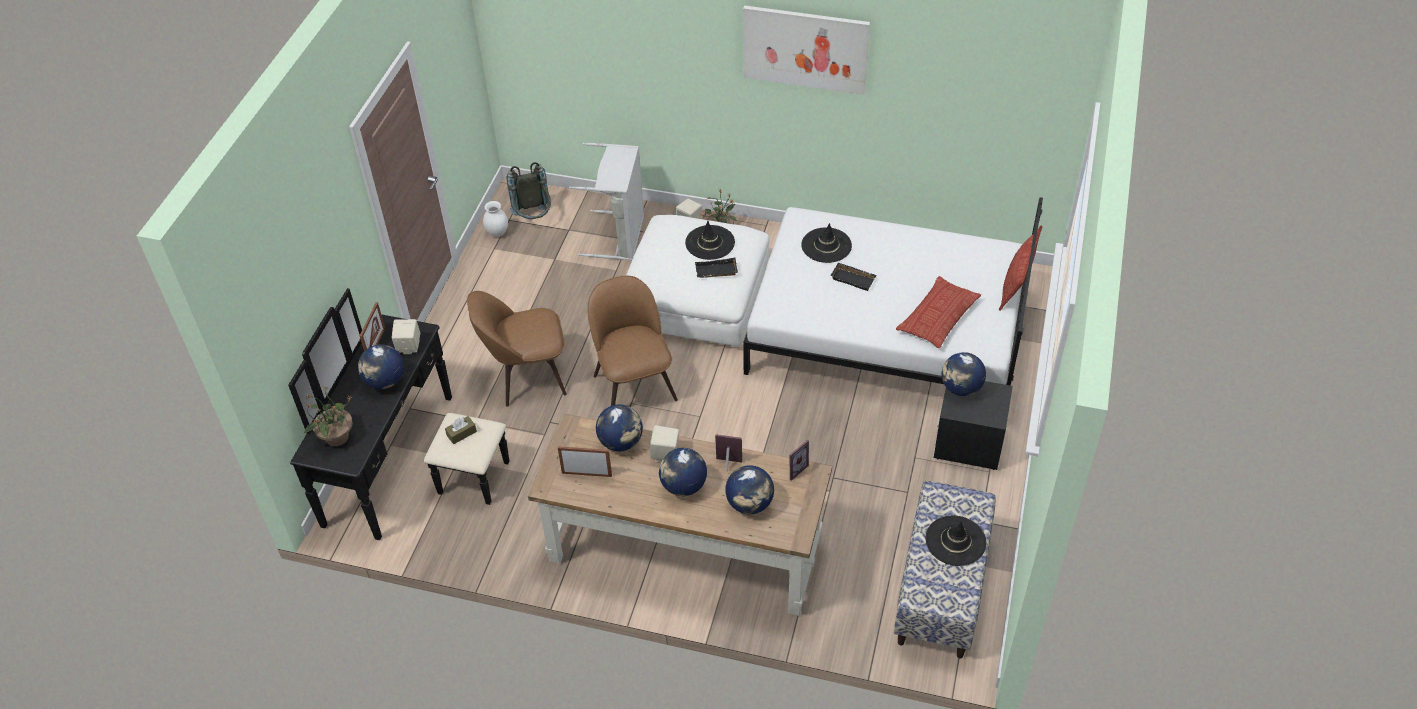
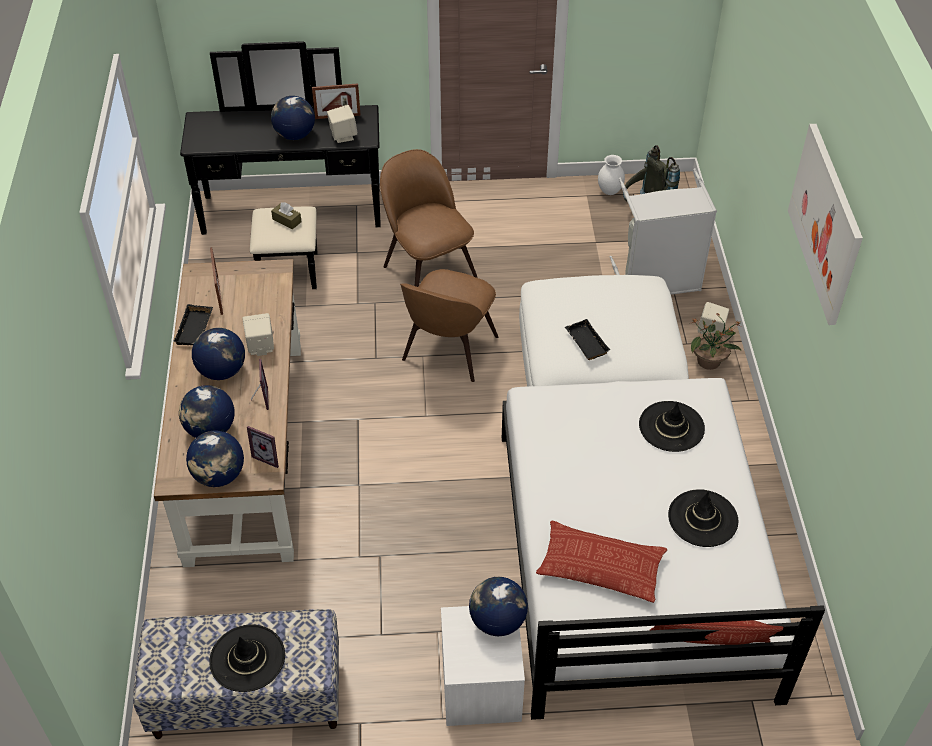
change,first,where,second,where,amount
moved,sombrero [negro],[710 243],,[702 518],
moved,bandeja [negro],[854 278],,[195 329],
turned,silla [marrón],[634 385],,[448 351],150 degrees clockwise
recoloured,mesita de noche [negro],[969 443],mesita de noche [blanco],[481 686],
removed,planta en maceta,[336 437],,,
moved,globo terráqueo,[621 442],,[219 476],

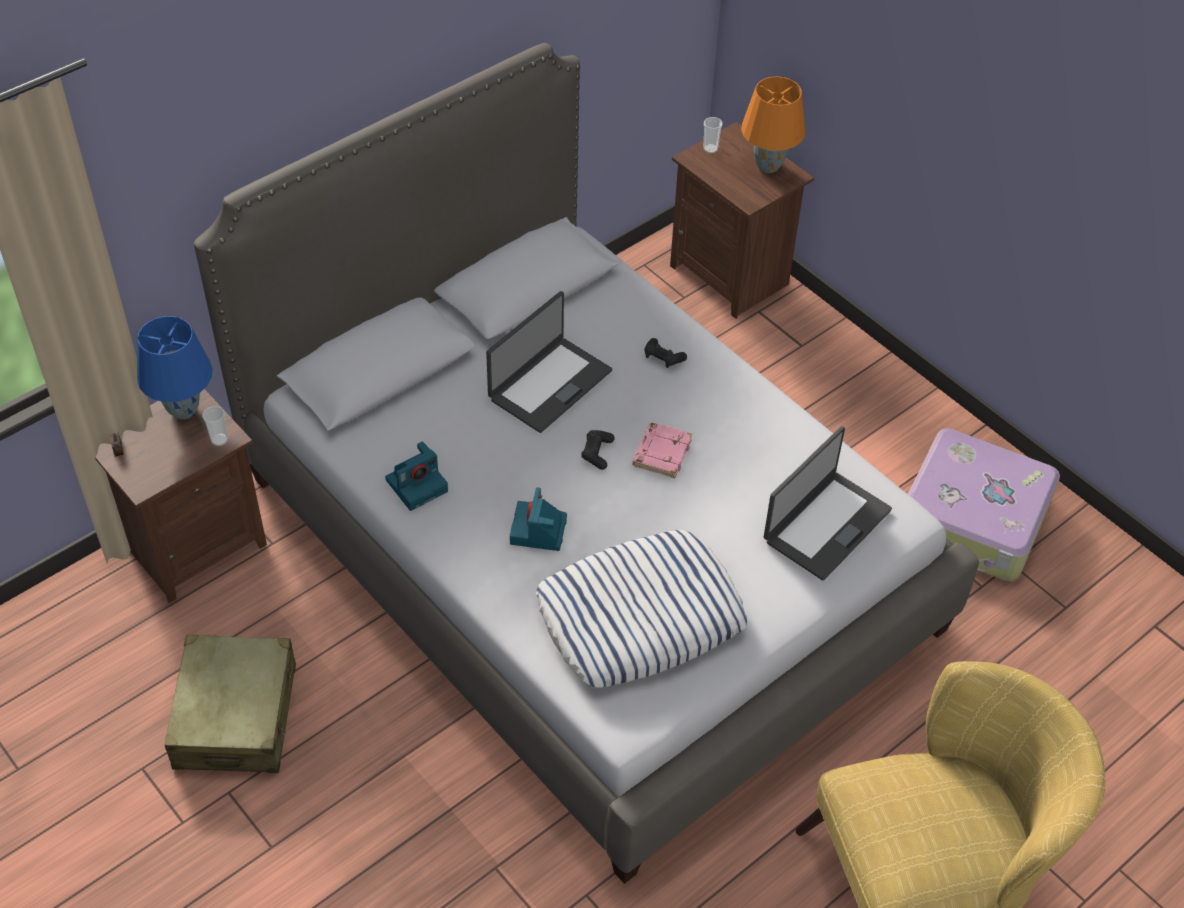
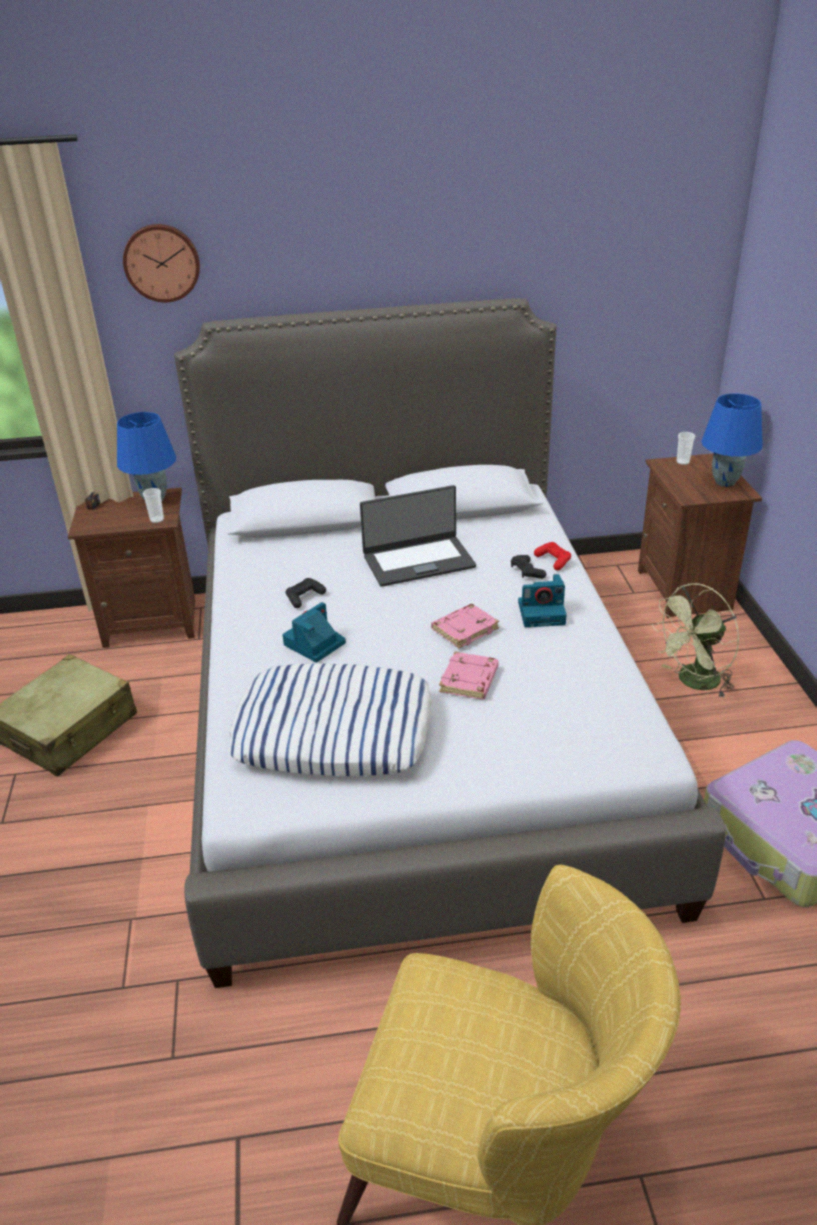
change,first,where,second,where,amount
recoloured,lámpara de mesa [naranja],[767 167],lámpara de mesa [azul],[724 482],
removed,portátil,[825 524],,,
moved,mando de consola [negro],[597 453],,[304 597],
moved,cámara,[417 484],,[542 613],
added,,,reloj de pared,[162 262],
added,,,mando de consola [rojo],[553 560],
added,,,ventilador [verde],[693 683],
added,,,libro [rosa],[469 680],

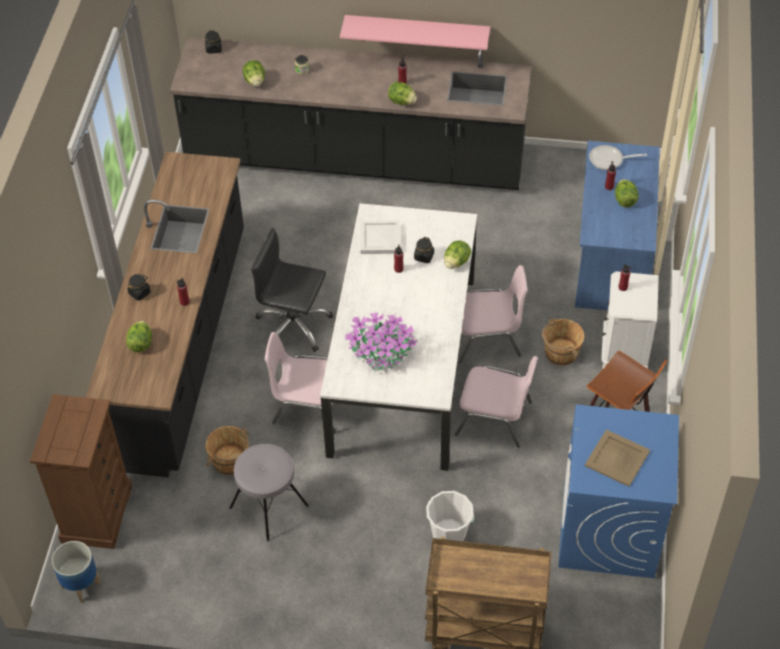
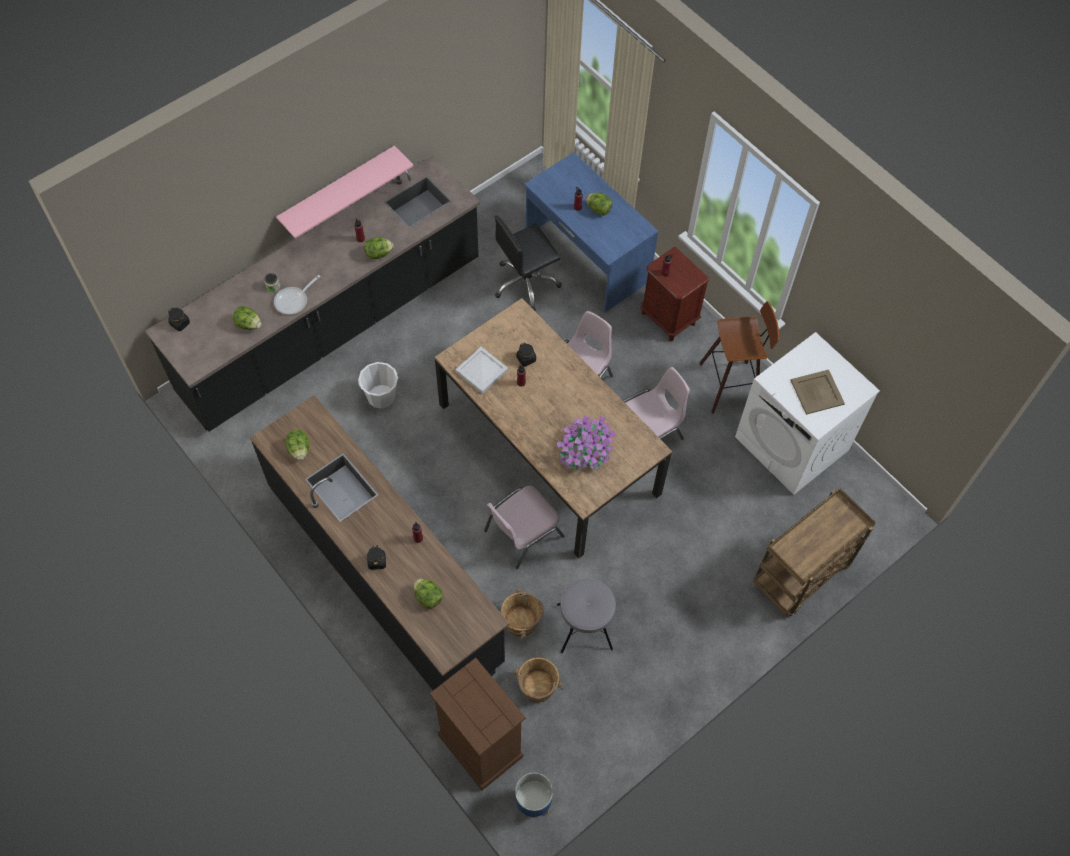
change,first,where,second,where,amount
moved,sartén,[609 160],,[294 300],
recoloured,mesa de comedor [blanco],[402 364],mesa de comedor [marrón],[547 448],
moved,silla de oficina [negro],[293 326],,[526 283],
moved,lechuga,[456 262],,[299 449],
recoloured,mesita de noche [blanco],[624 352],mesita de noche [marrón],[668 318],
moved,cubo [marrón],[560 352],,[537 687],
recoloured,lavadora [azul],[608 530],lavadora [blanco],[792 444],
moved,cubo [blanco],[449 533],,[381 396],

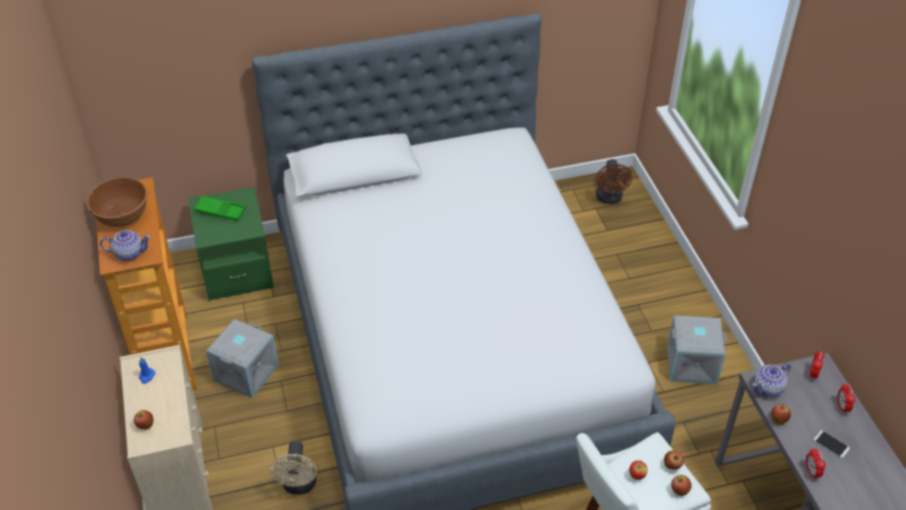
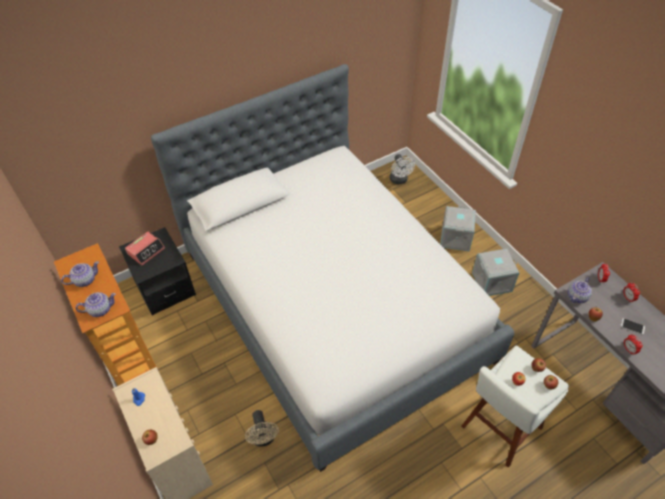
change,first,where,second,where,amount
recoloured,ventilador [marrón],[609 199],ventilador [blanco],[399 180],
replaced,cuenco [marrón],[122 216],tetera,[84 280],
recoloured,mesita de noche [verde],[237 269],mesita de noche [negro],[164 287],
replaced,bandeja [verde],[220 211],despertador,[146 251],
moved,caja de almacenaje [gris],[245 372],,[455 238],

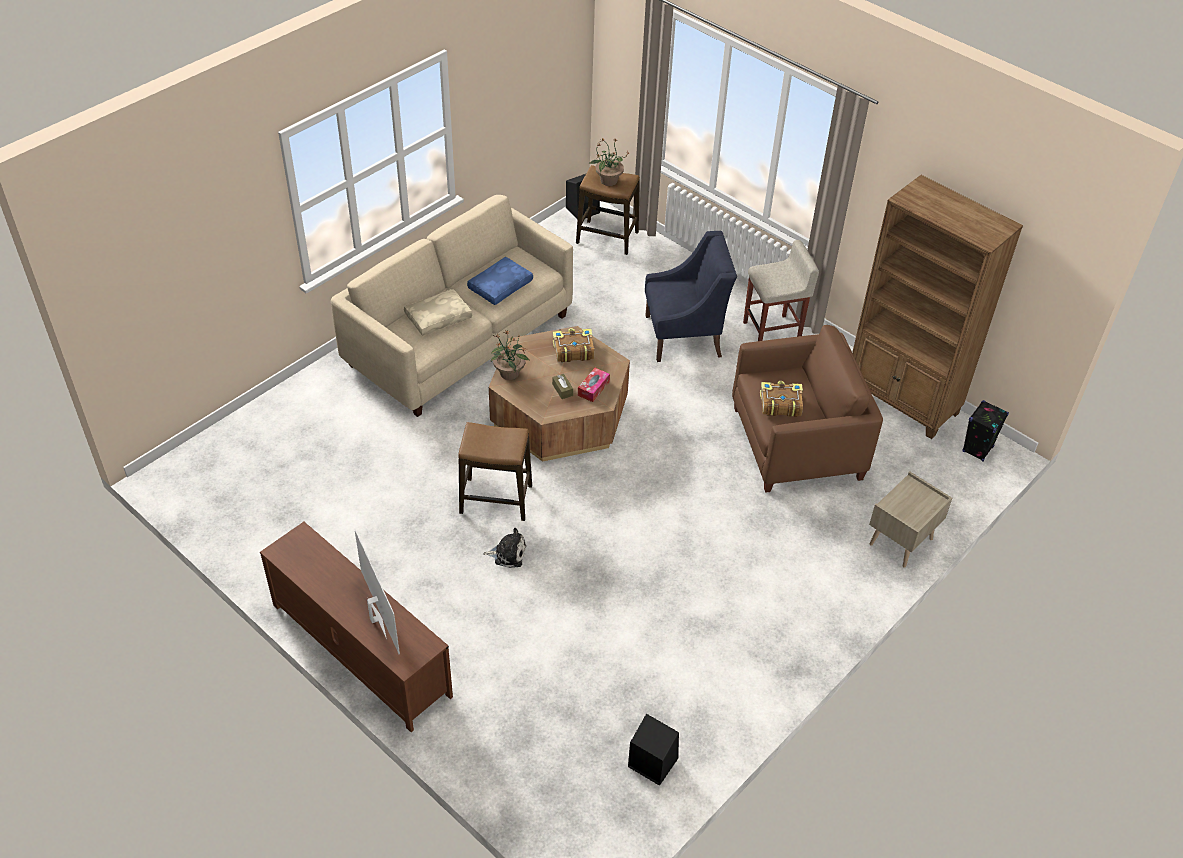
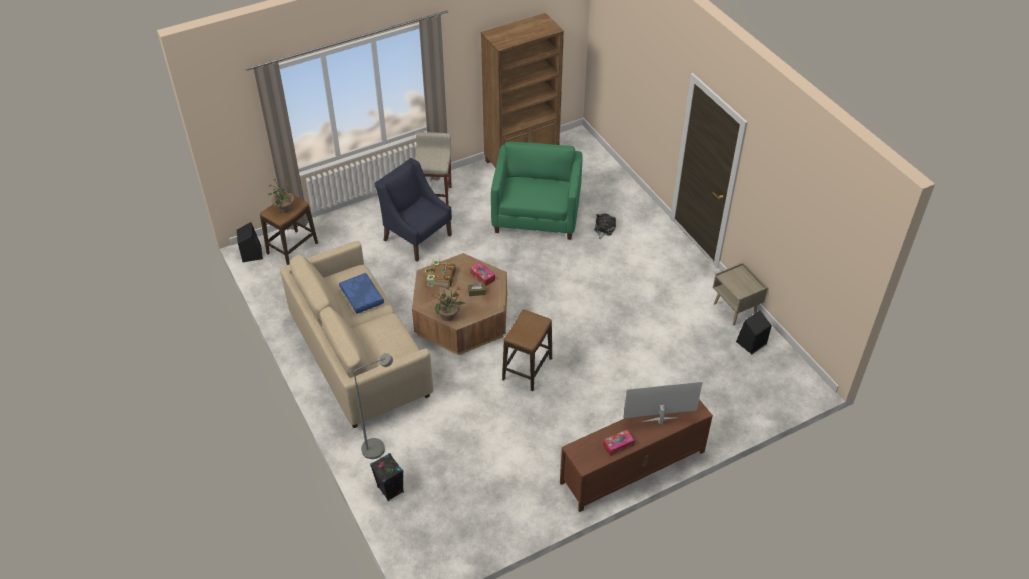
change,first,where,second,where,amount
turned,sillón [azul],[684 336],,[417 237],60 degrees counterclockwise
removed,cojín [beis],[438 317],,,
recoloured,sillón [marrón],[796 443],sillón [verde],[536 214],
removed,libro,[780 404],,,
moved,altavoz [negro],[977 449],,[390 490],
moved,mesita de noche [beis],[901 542],,[735 309],
moved,peluche,[508 554],,[604 229],
added,,,lámpara de pie [gris],[379 447],
added,,,caja de pañuelos,[618 445],

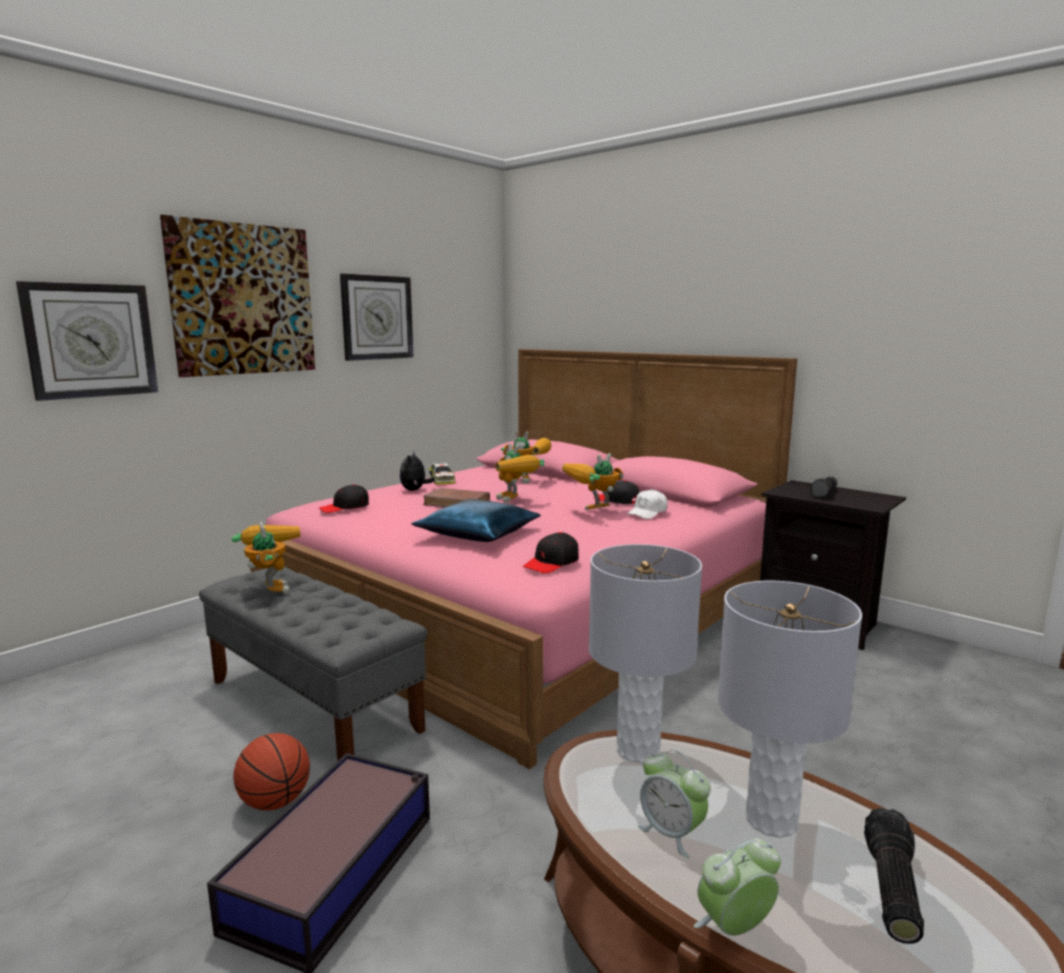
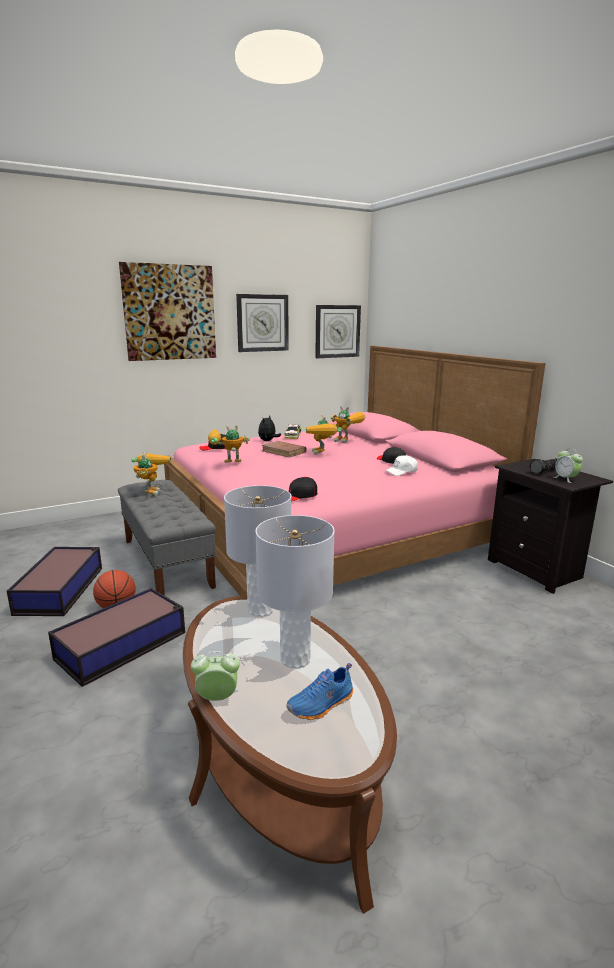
change,first,where,second,where,amount
moved,reloj de pared,[91 340],,[337 331],
moved,robot de juguete,[592 513],,[226 464],
removed,cojín [azul],[479 534],,,
moved,despertador,[671 833],,[565 479],
replaced,linterna,[889 888],zapato [azul],[321 705],
added,,,caja de almacenaje,[61 589],

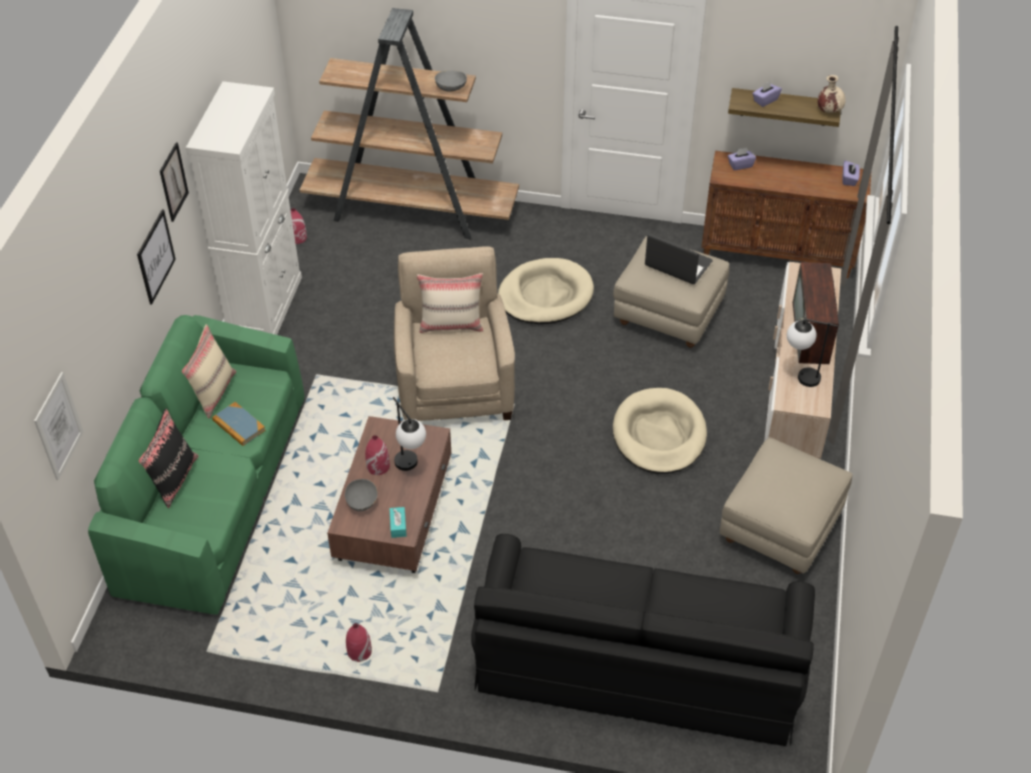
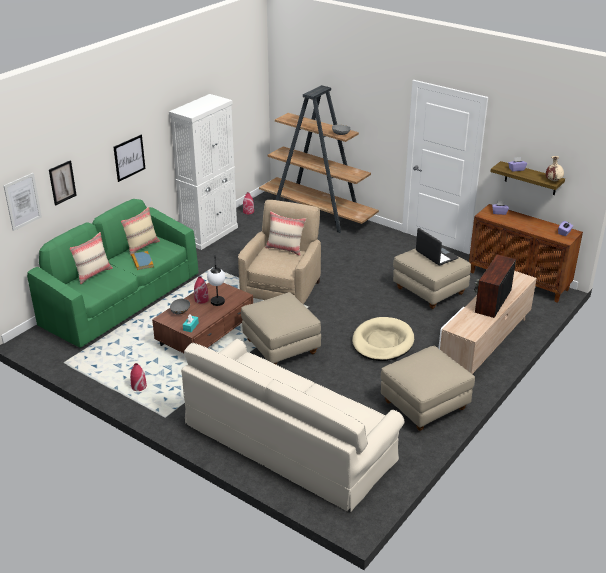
change,first,where,second,where,amount
moved,cuadro,[173 182],,[62 182],
removed,cama para perro [beis],[545 295],,,
removed,lámpara de mesa,[799 376],,,
recoloured,cojín [negro],[173 479],cojín [beis],[93 274],
recoloured,sofá [negro],[638 661],sofá [beis],[289 441],
added,,,puf [beis],[280 347],

